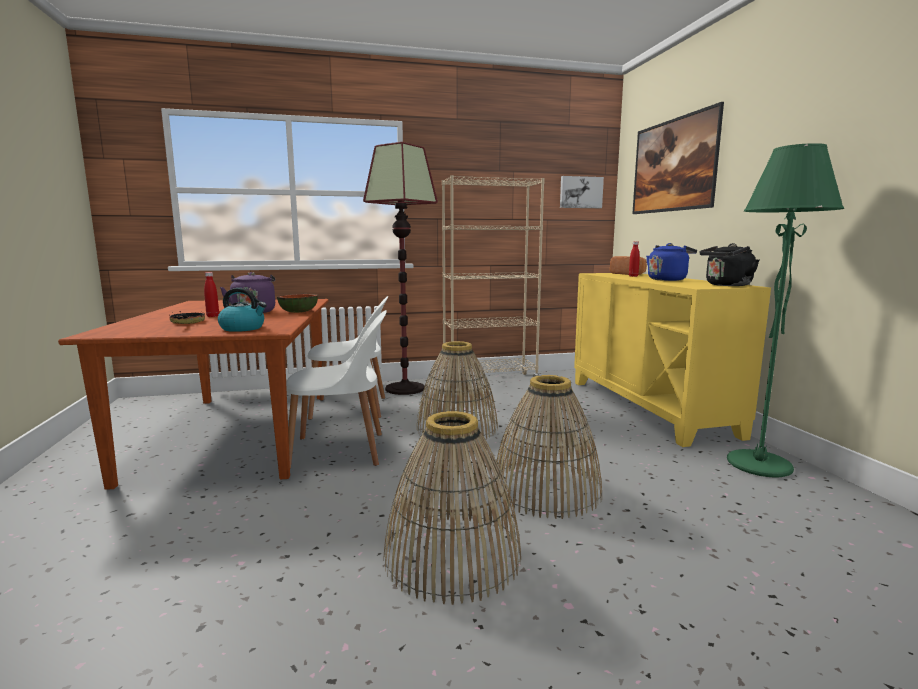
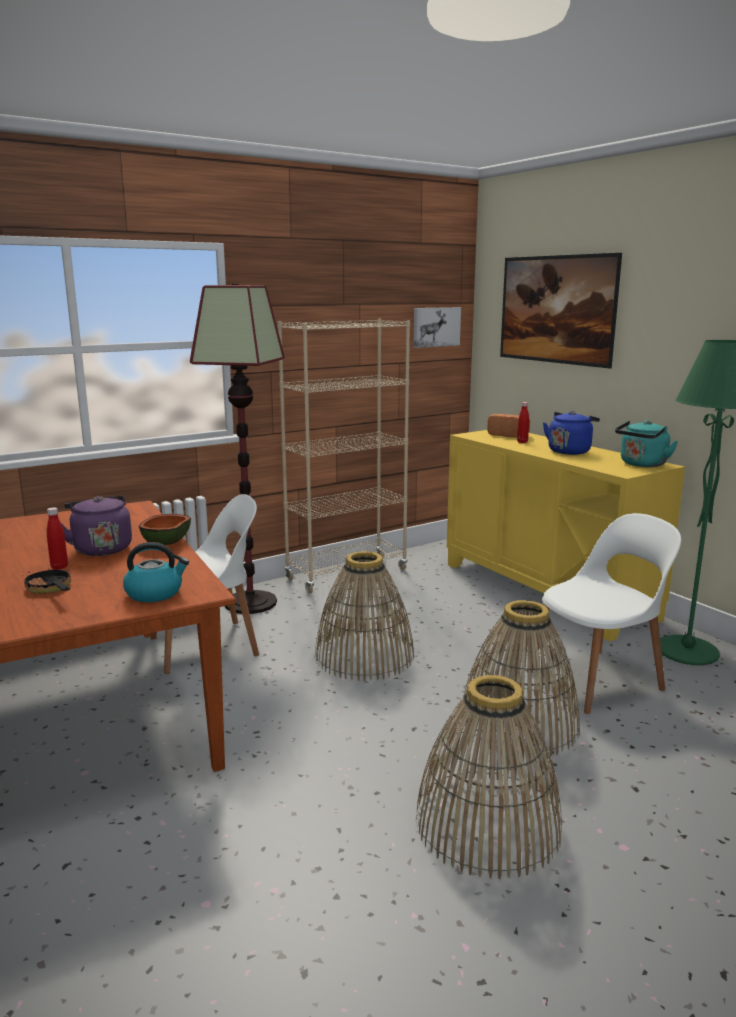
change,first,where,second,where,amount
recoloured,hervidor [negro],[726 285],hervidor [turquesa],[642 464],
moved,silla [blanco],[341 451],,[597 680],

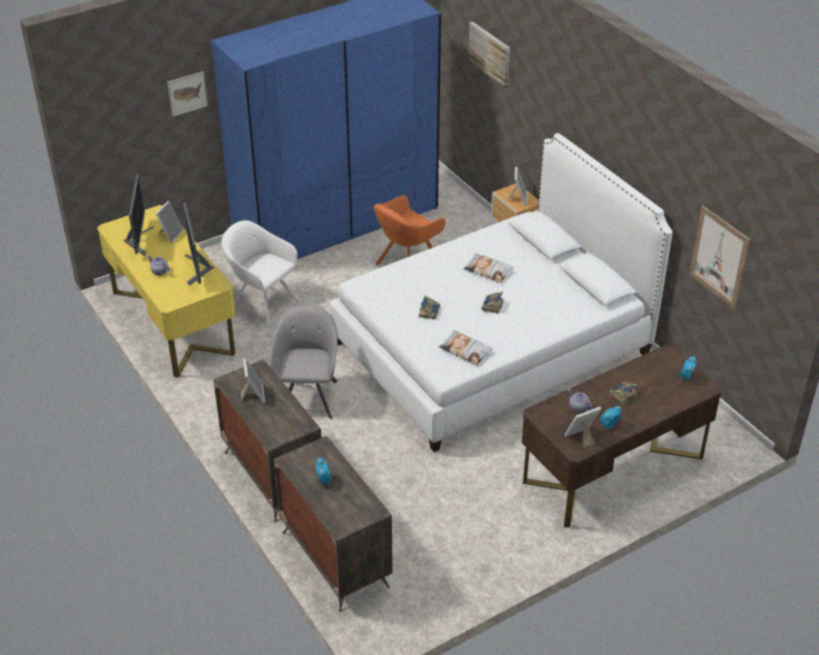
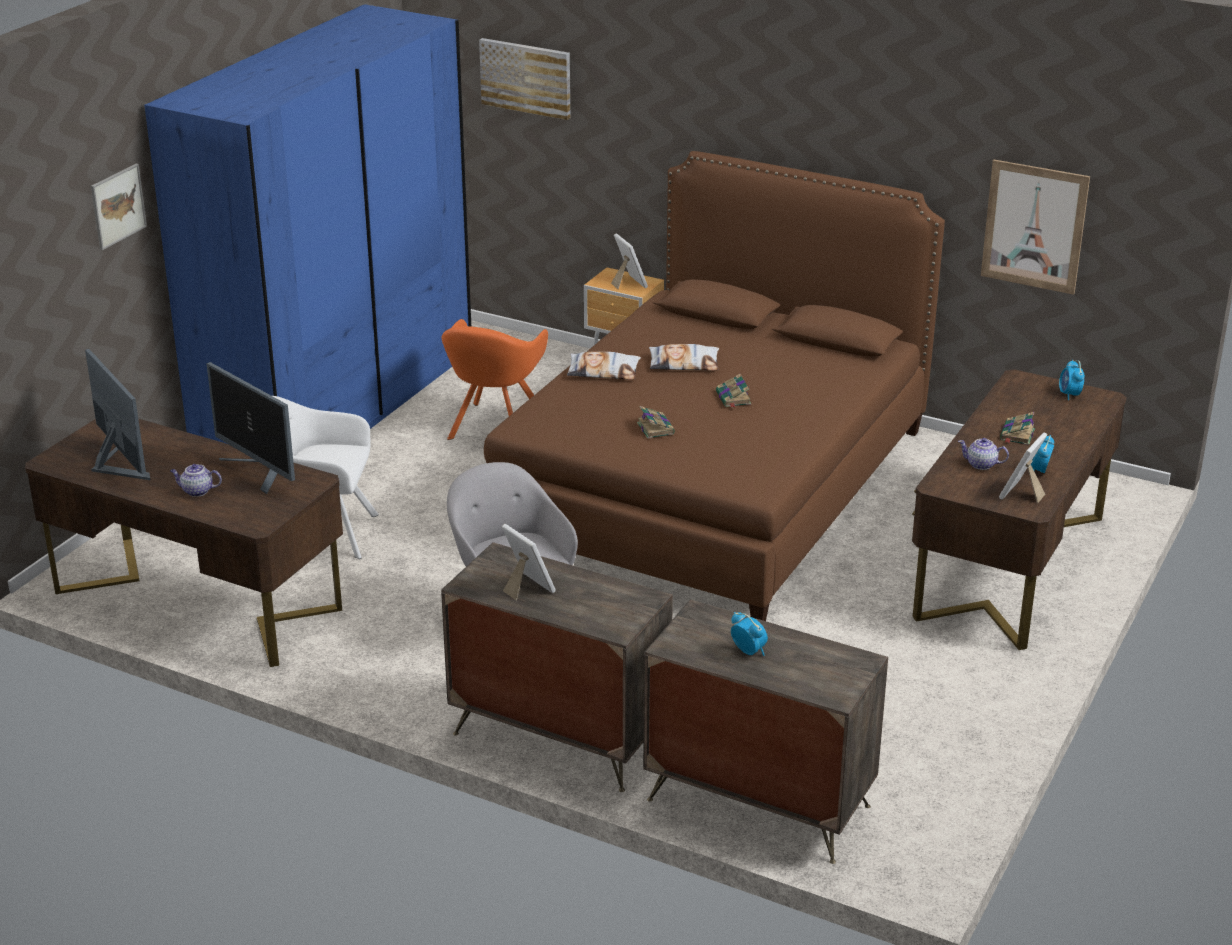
change,first,where,second,where,amount
recoloured,cama [blanco],[492 347],cama [marrón],[712 485],
removed,portarretratos,[170 235],,,
recoloured,escritorio [amarillo],[173 322],escritorio [marrón],[197 599],
moved,cojín,[465 351],,[603 371],

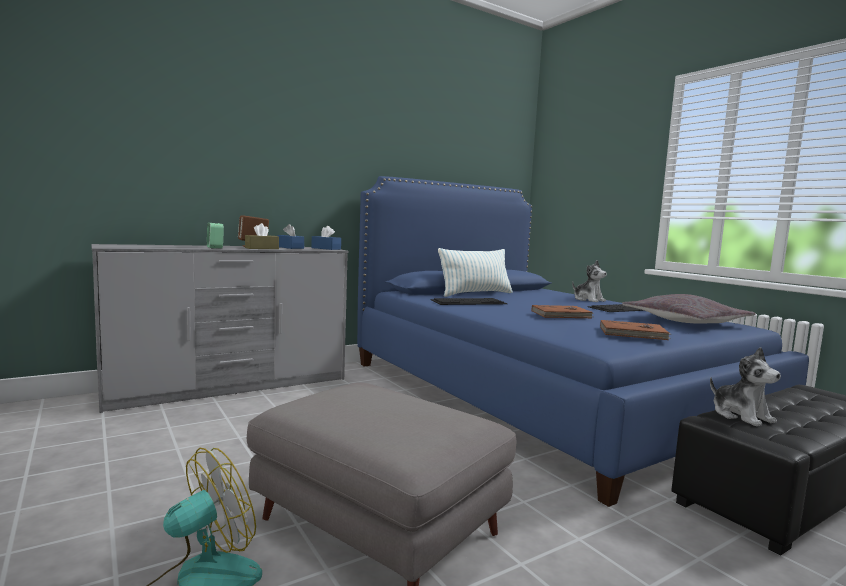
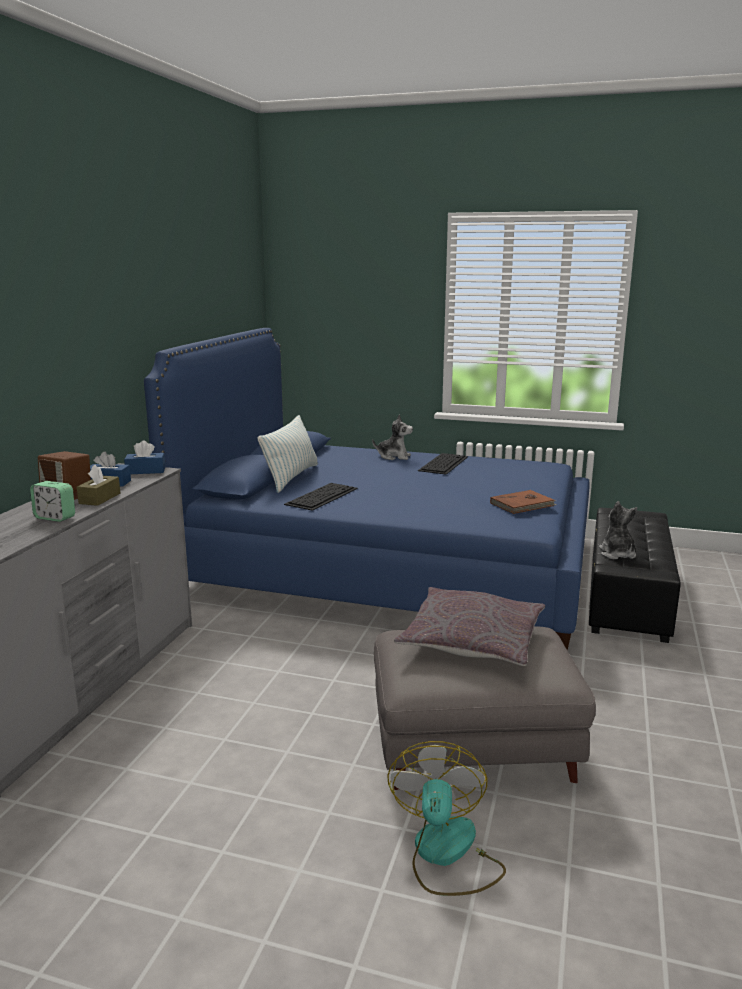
change,first,where,second,where,amount
moved,cojín [gris],[685 322],,[472 640],
removed,libro [marrón],[562 315],,,
turned,peluche,[741 415],,[617 554],120 degrees counterclockwise

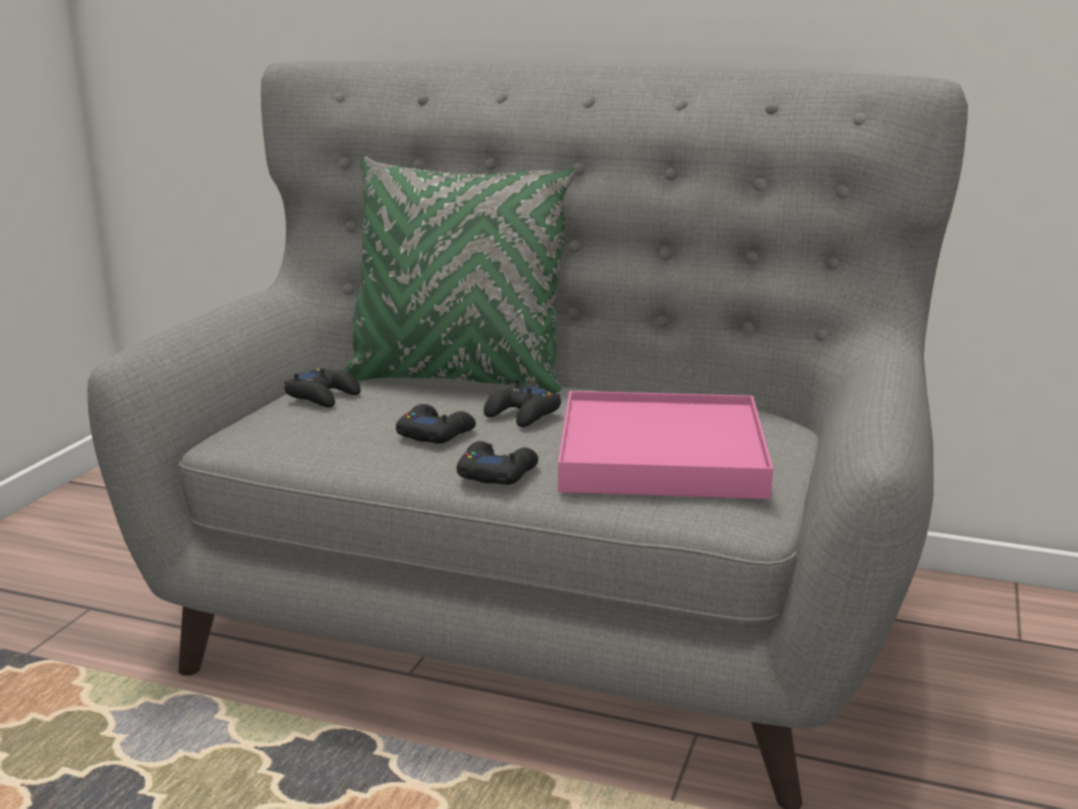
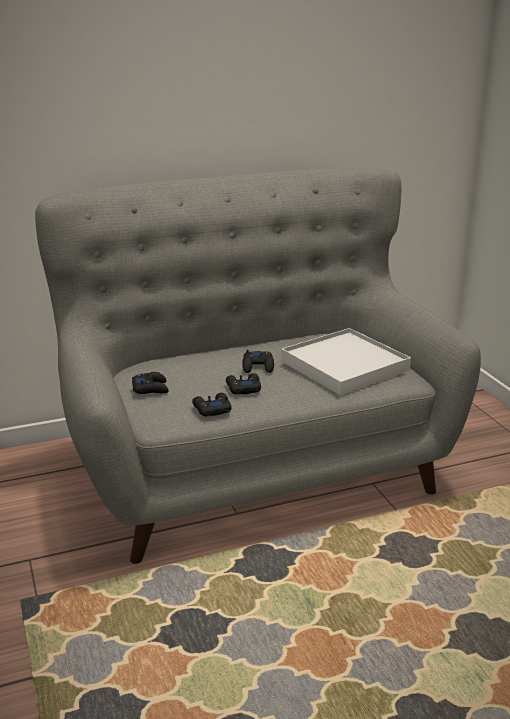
change,first,where,second,where,amount
removed,cojín [verde],[457 379],,,
recoloured,bandeja [rosa],[660 455],bandeja [blanco],[344 366],
moved,mando de consola [negro],[496 473],,[211 409],

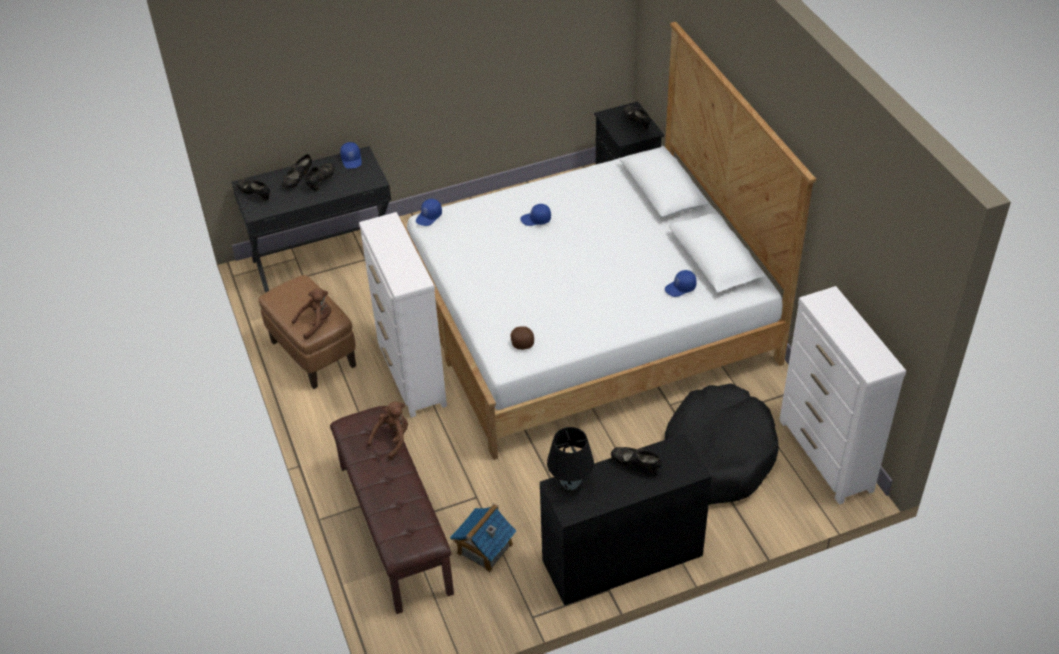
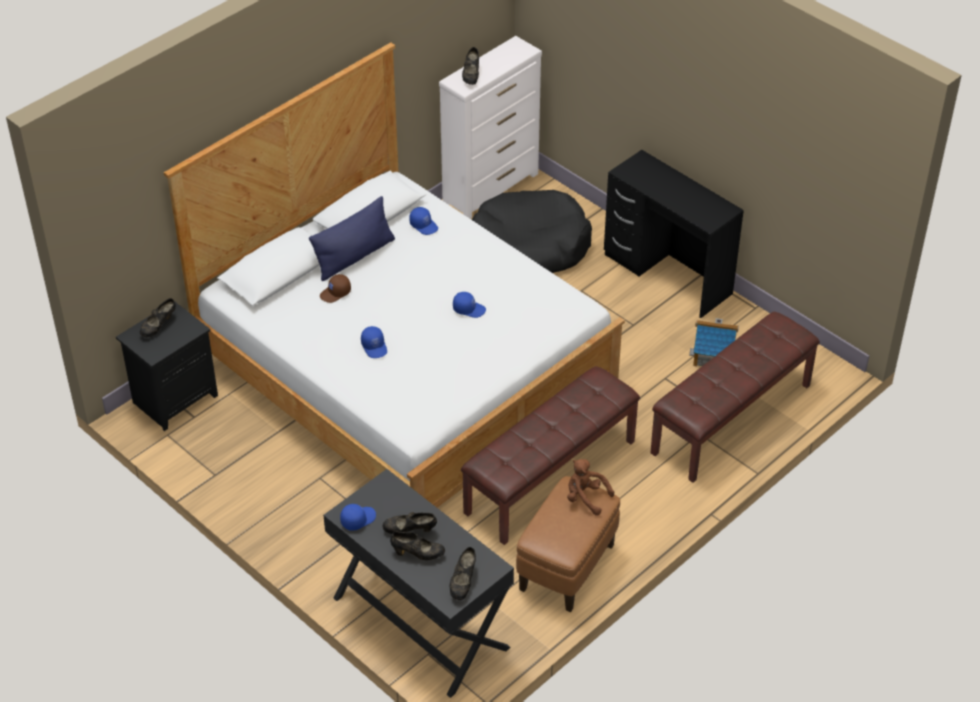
change,first,where,second,where,amount
moved,gorra [azul],[429 217],,[469 309],
replaced,cómoda [blanco],[411 374],banco [marrón],[549 476],
moved,gorra [marrón],[521 339],,[335 293],
removed,peluche [marrón],[393 439],,,
removed,lámpara de mesa [negro],[570 484],,,
moved,zapato [negro],[636 465],,[471 76],
added,,,cojín [azul],[354 257],

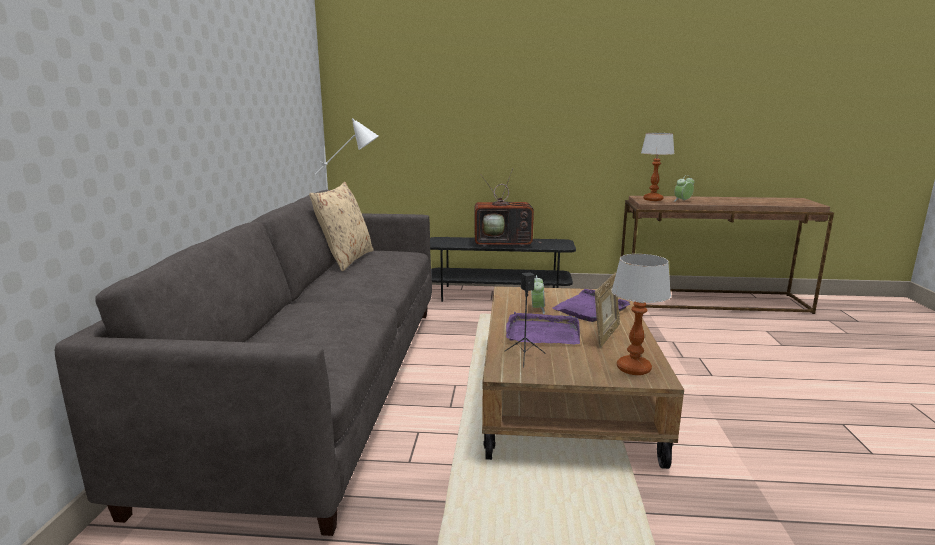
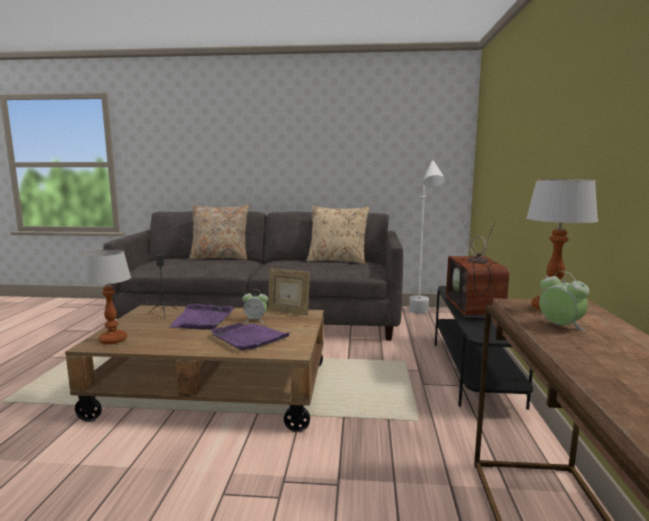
change,first,where,second,where,amount
moved,portarretratos,[606 336],,[288 312],
added,,,cojín [beis],[220 257],

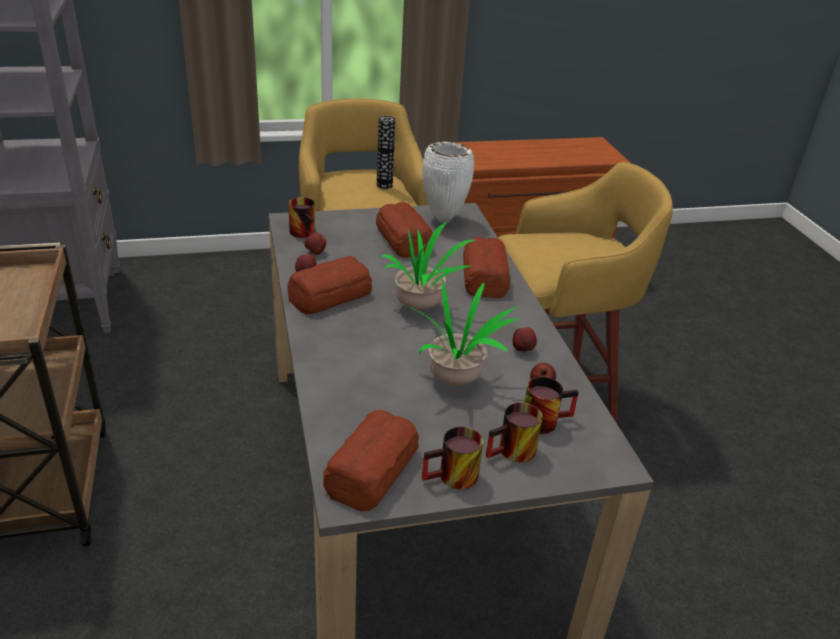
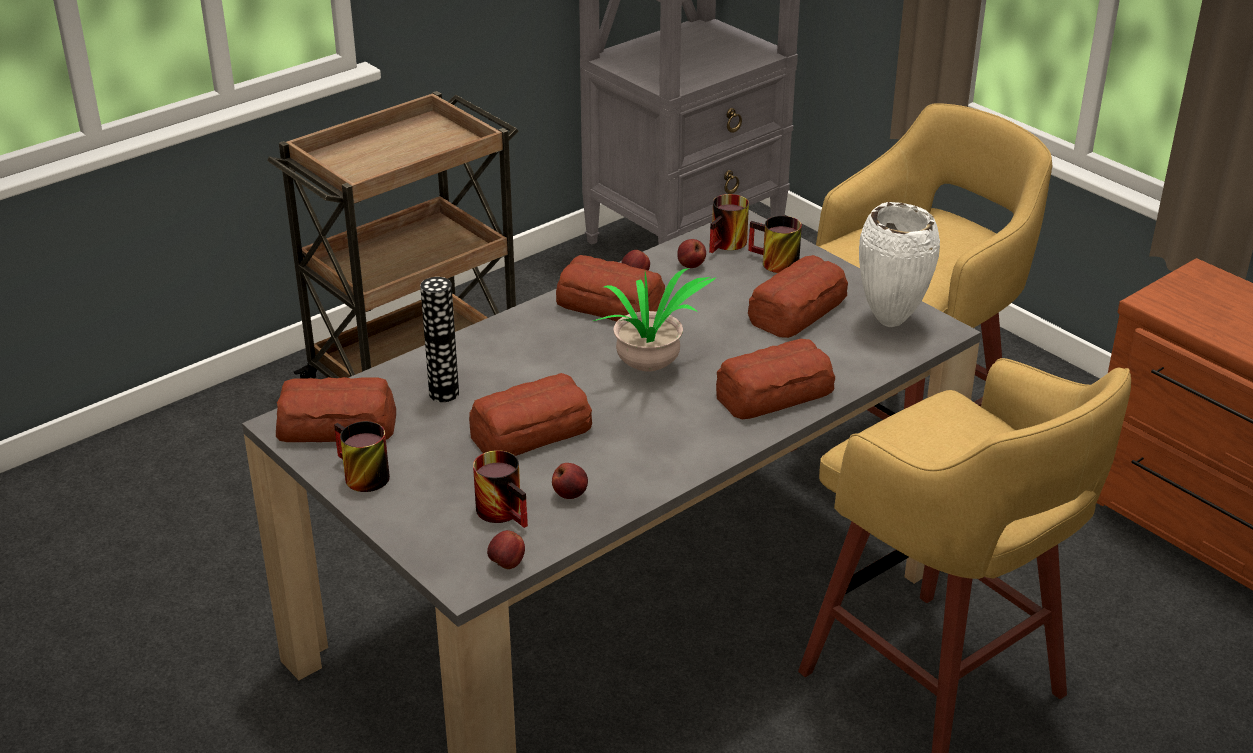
change,first,where,second,where,amount
moved,florero,[384 185],,[444 393],
replaced,planta en maceta,[455 378],pan,[529 431],
moved,manzana,[523 350],,[507 564],
moved,taza grande,[513 453],,[772 263],

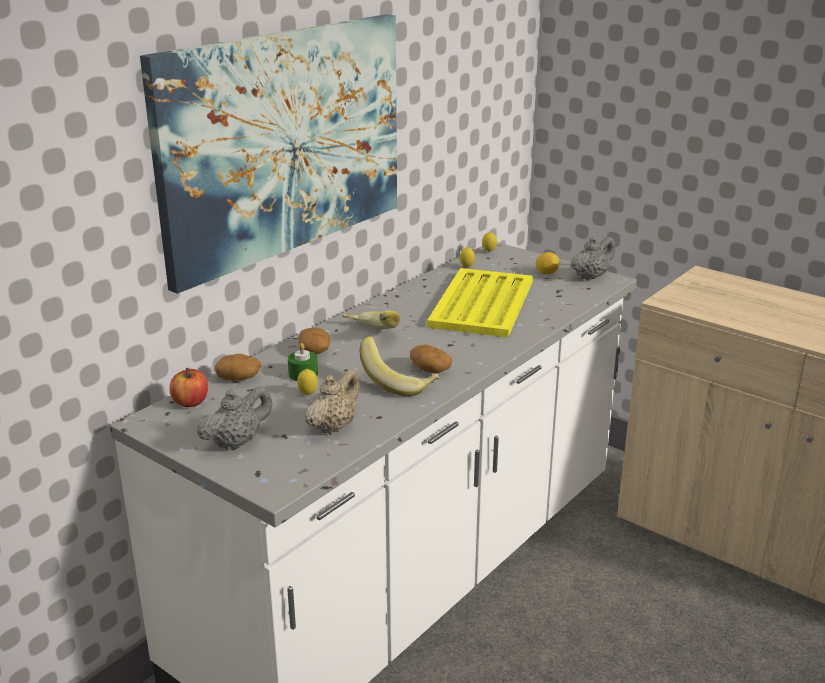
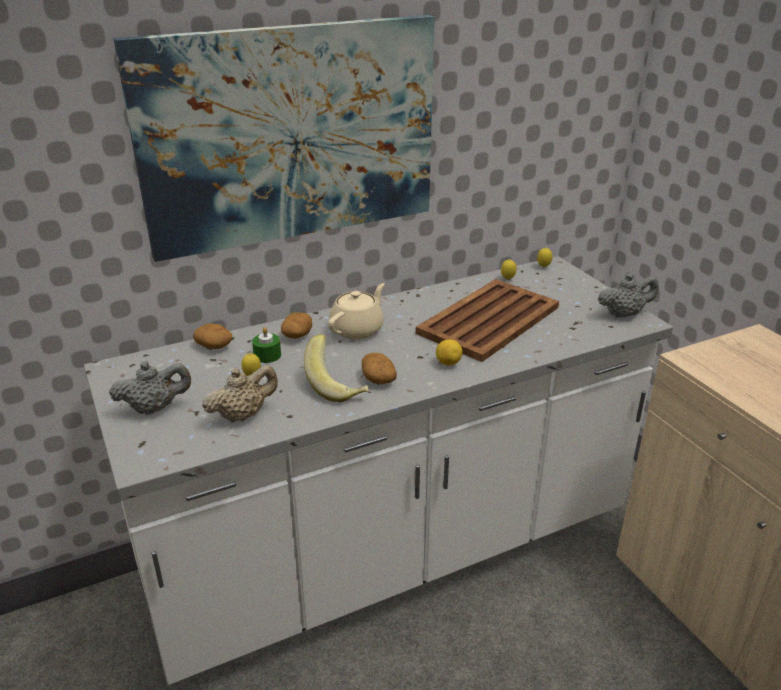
change,first,where,second,where,amount
moved,limón,[546 273],,[448 363],
recoloured,bandeja [amarillo],[481 304],bandeja [marrón],[487 320],
replaced,plátano,[369 335],tetera [beis],[357 329],
removed,manzana,[190 402],,,

